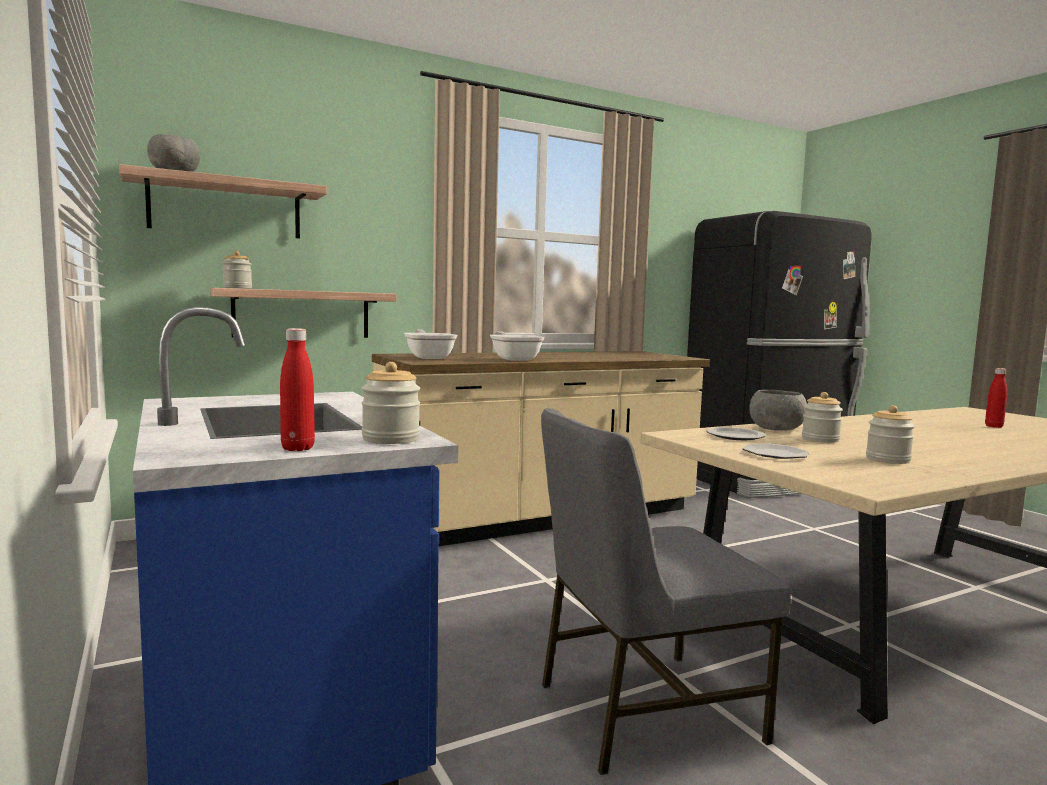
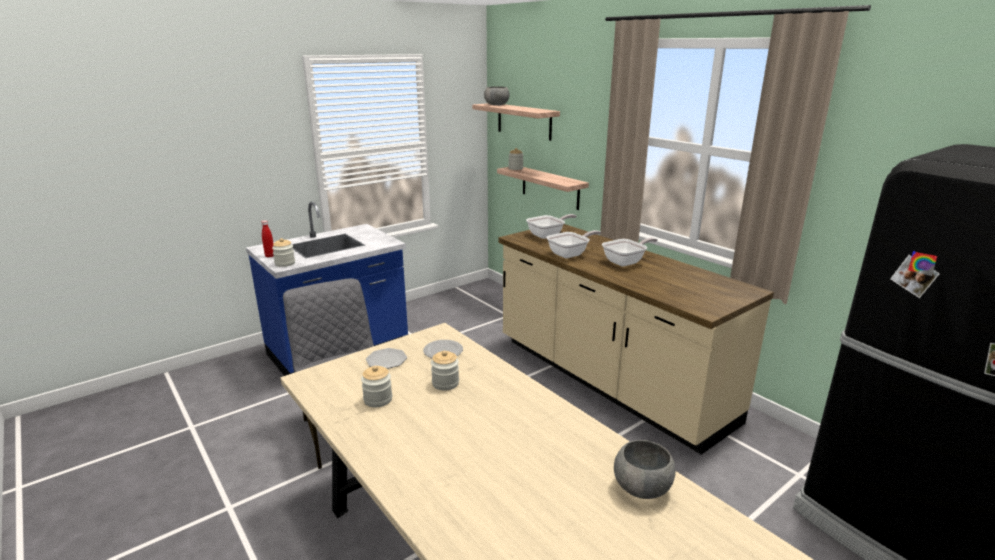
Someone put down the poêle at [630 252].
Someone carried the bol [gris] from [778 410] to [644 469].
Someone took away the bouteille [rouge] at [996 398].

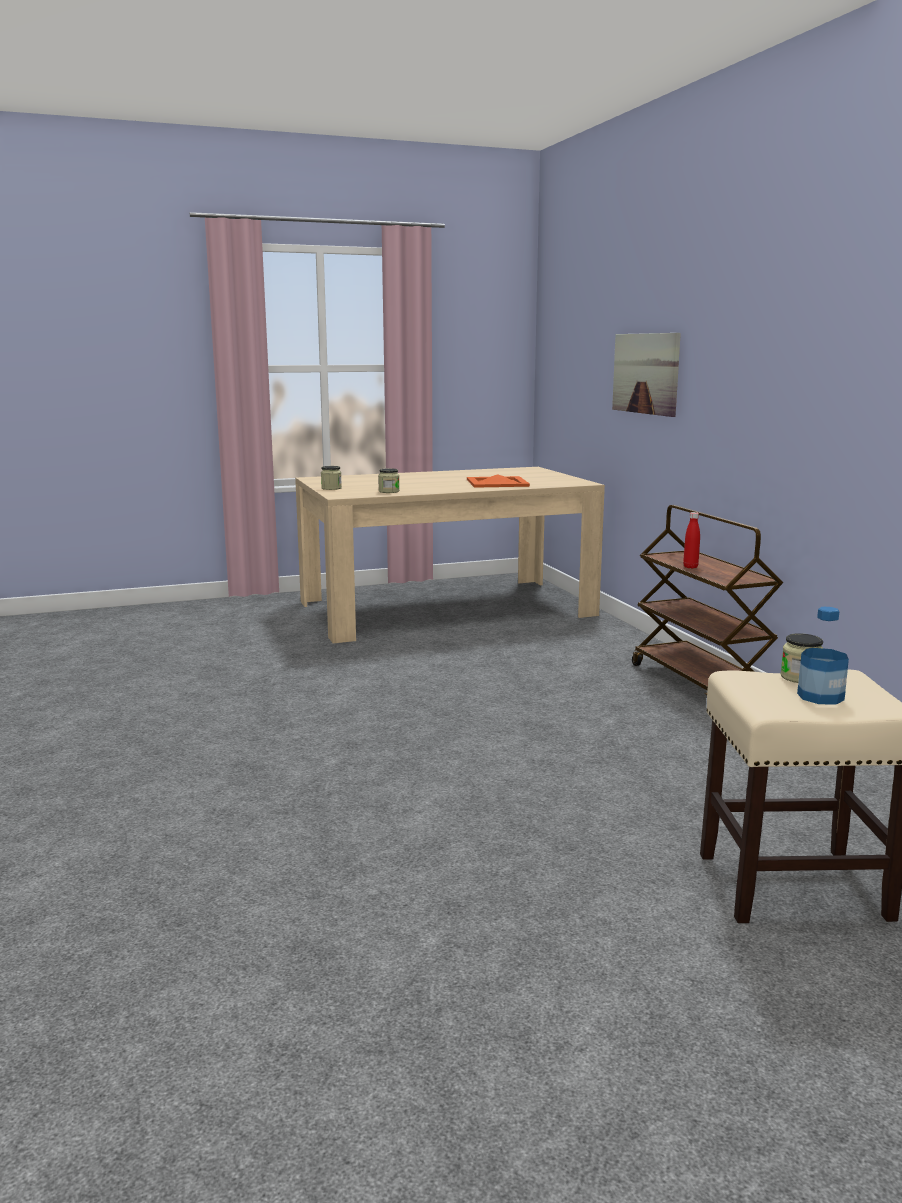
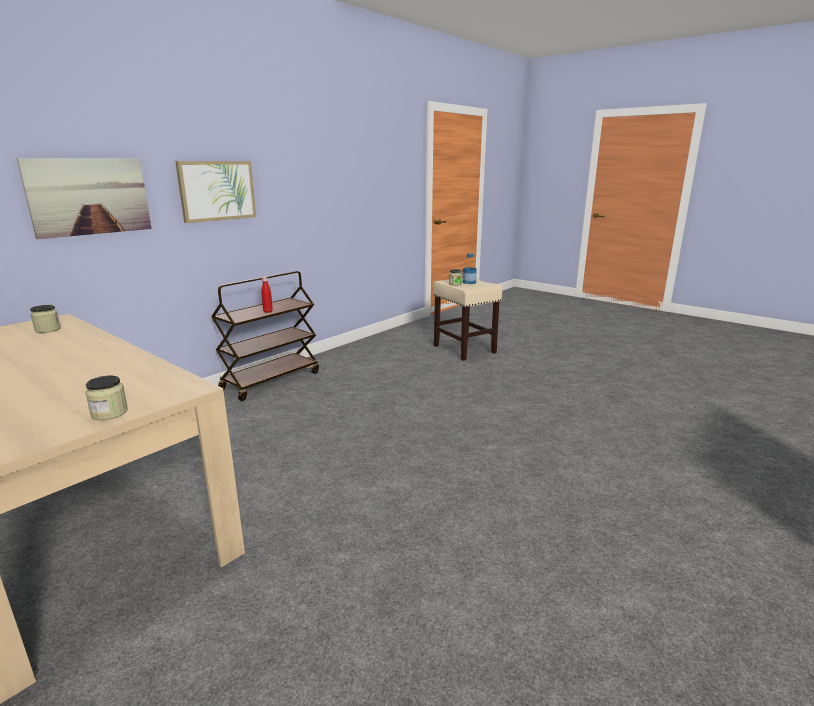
Someone carried the bocal from [388 480] to [45 319].
Someone put up the tableau at [215 192].
Someone took away the plateau [orange] at [498 481].

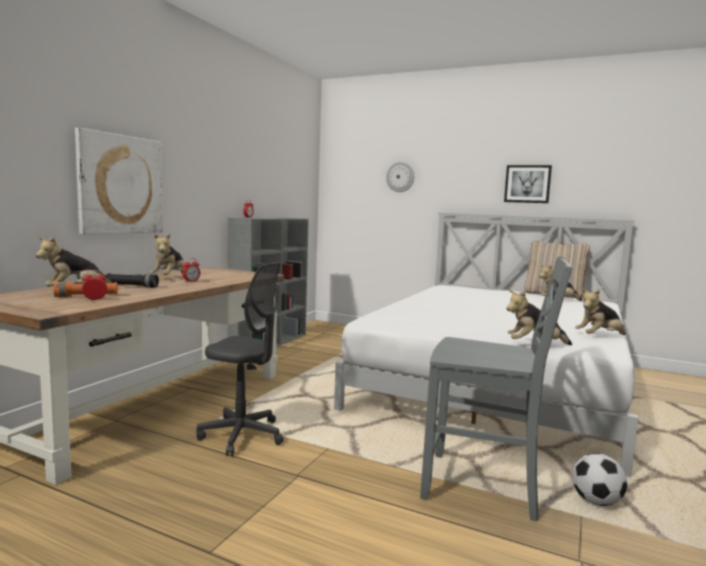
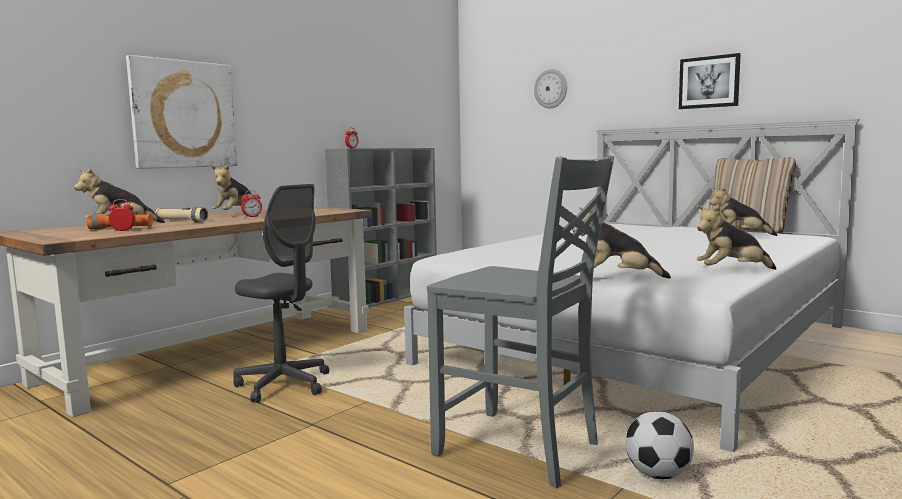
Someone repainted the lampe de poche [noir] at [132 280], which became the lampe de poche [beige] at [181 214].

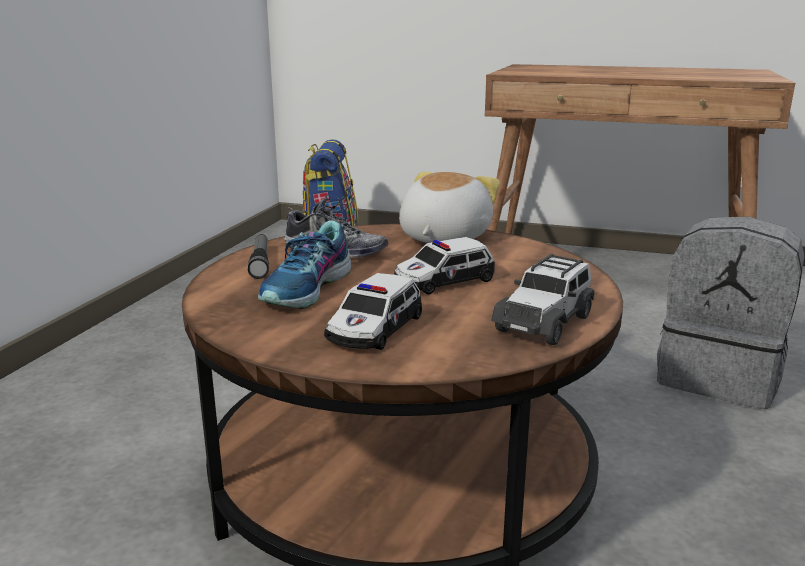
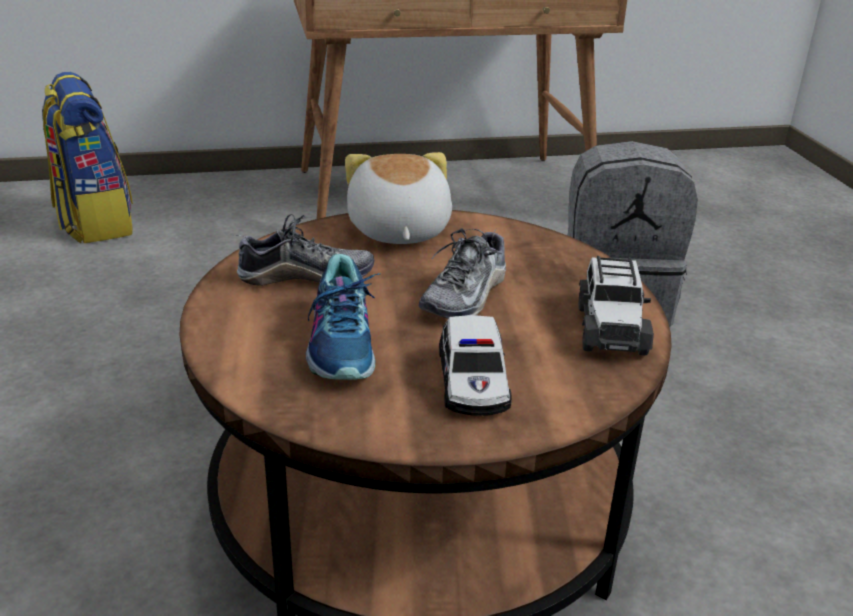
Someone swapped the petite voiture at [444 265] for the chaussure at [462 273].
Someone took away the lampe de poche at [258 256].

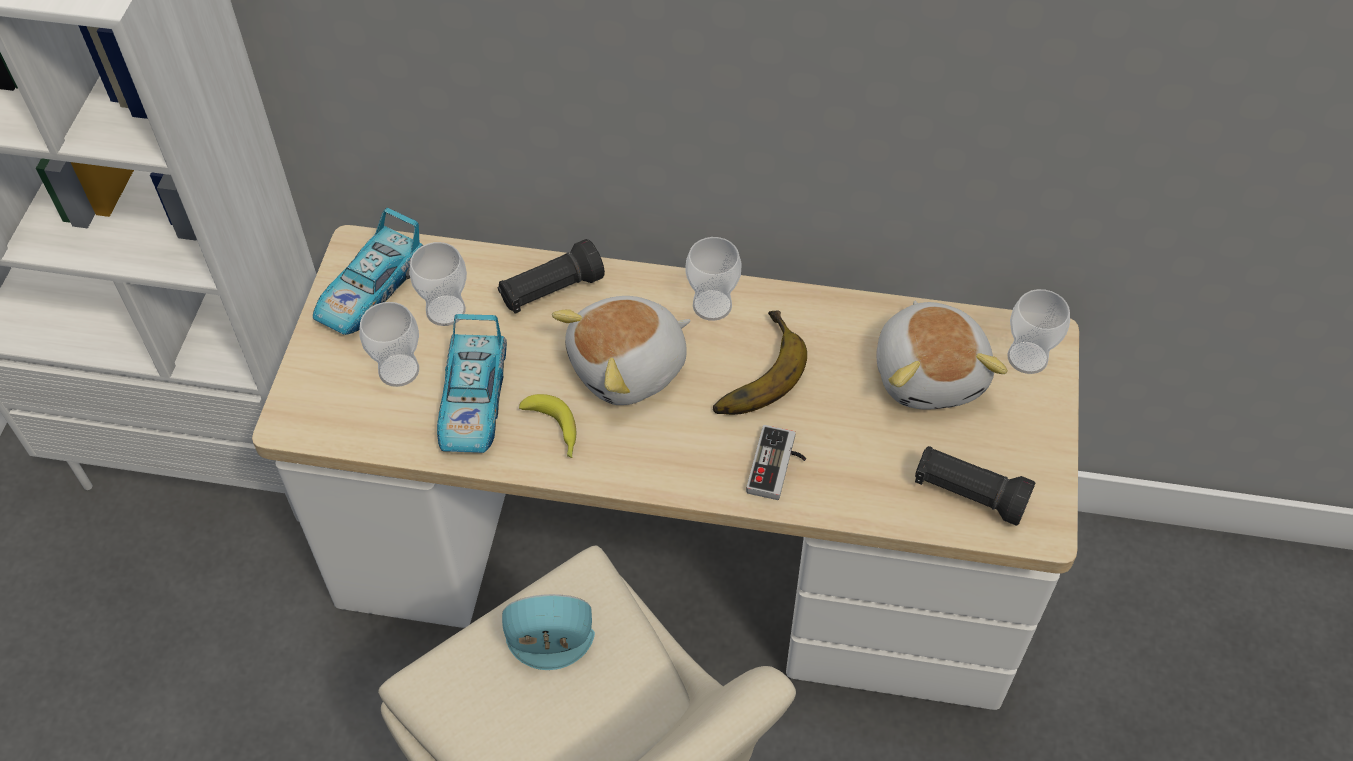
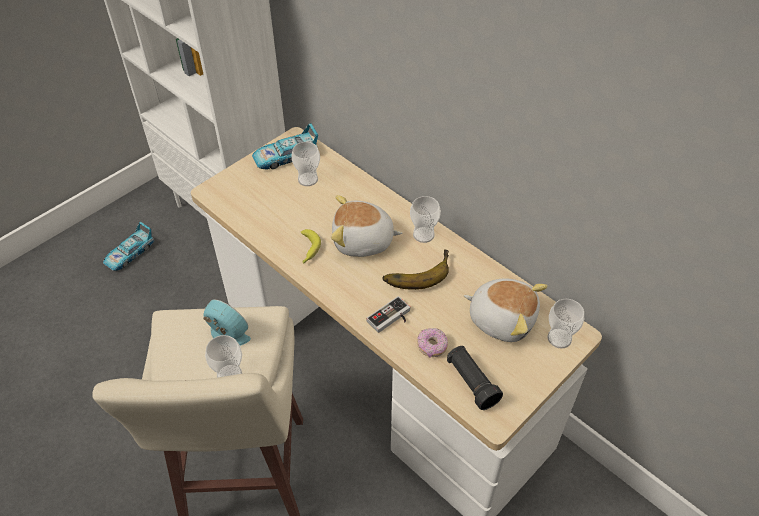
Someone carried the petite voiture from [472 383] to [128 246].
Someone carried the tasse from [389 344] to [223 356].
Someone put down the beignet at [432 342].
Someone rotated the peluche at [942 355] by 90 degrees counterclockwise.
Someone took away the lampe de poche [noir] at [551 276].

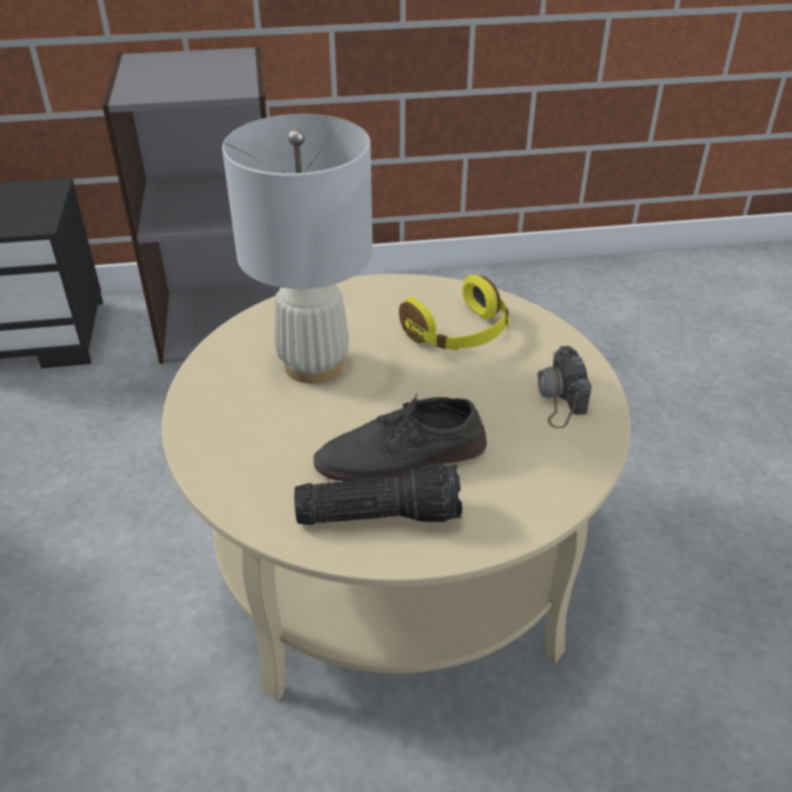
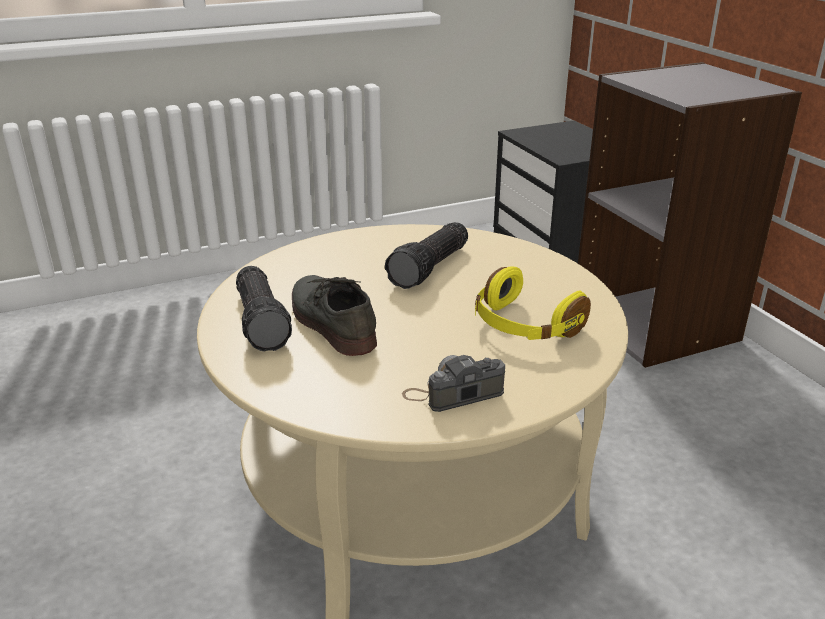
Someone swapped the lampe de table [blanc] at [297 249] for the lampe de poche at [426 255].

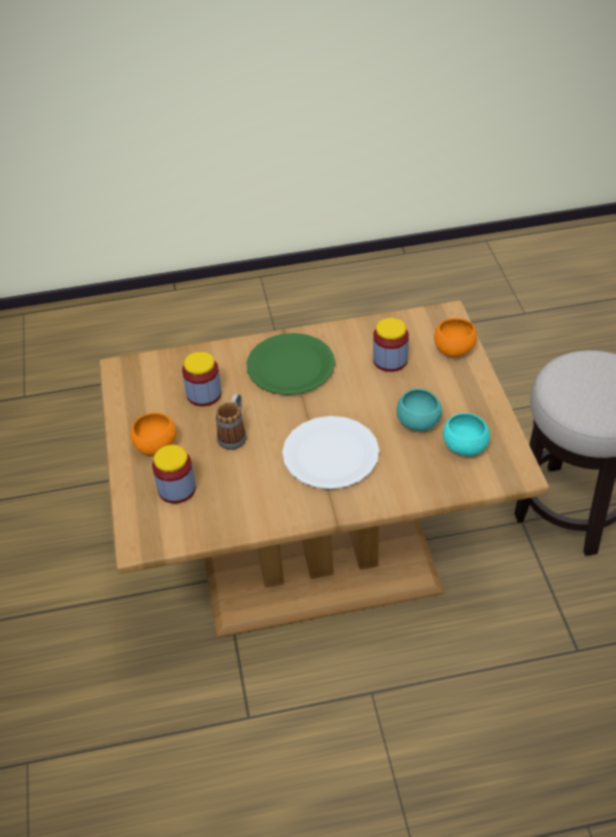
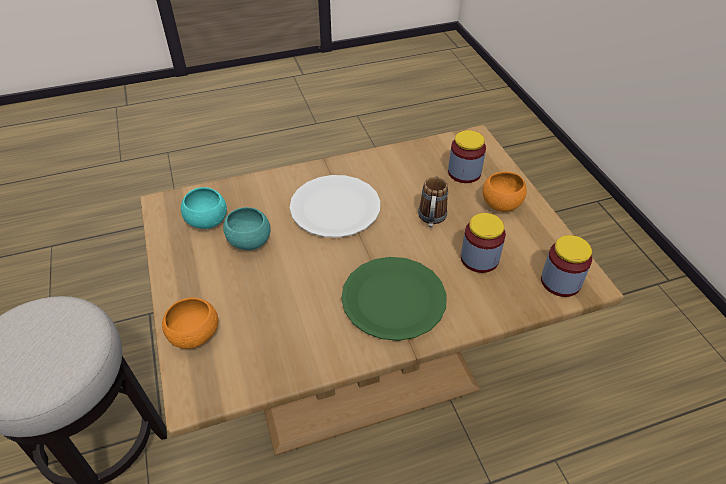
Someone carried the bocal from [391 345] to [566 266].

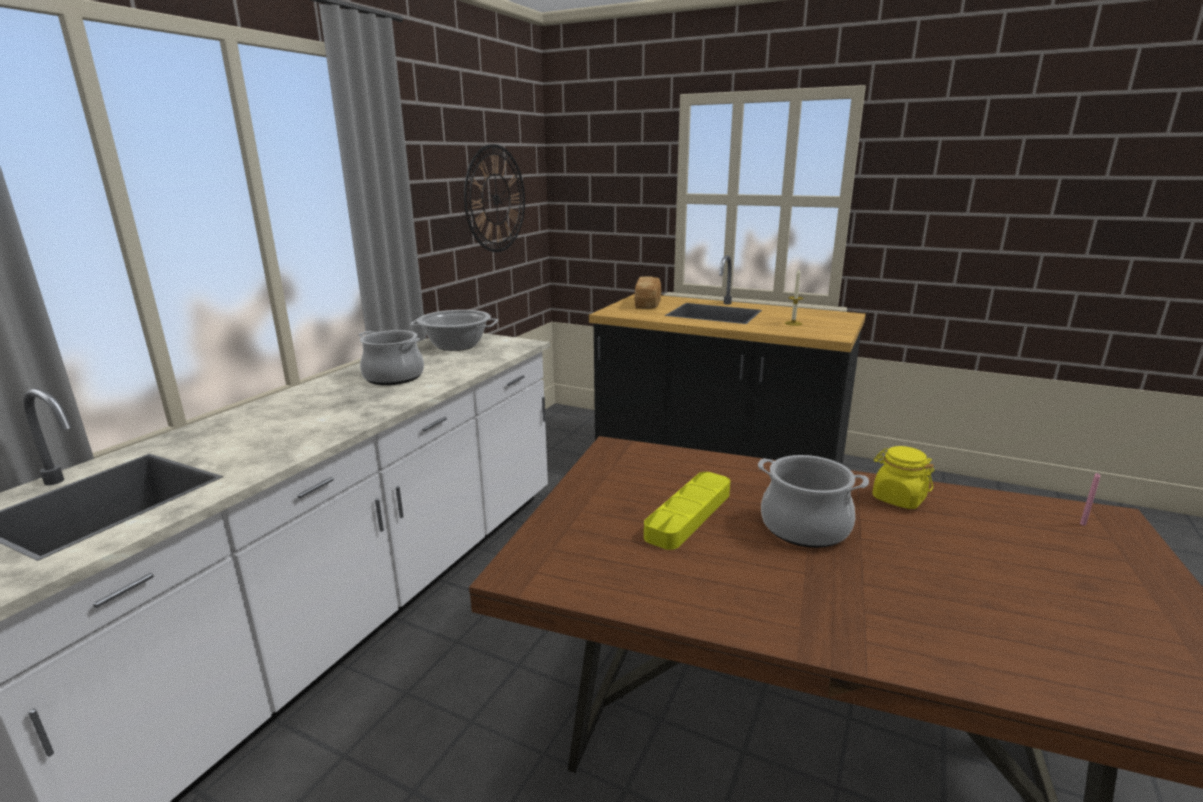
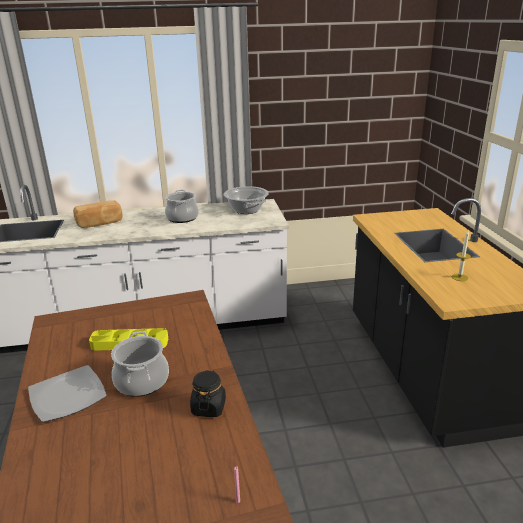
Someone put down the assiette at [67 393].
Someone carried the pain from [647 292] to [98 214].
Someone repainted the bocal [jaune] at [903 477], which became the bocal [noir] at [208 393].
Someone took away the horloge murale at [494 198].

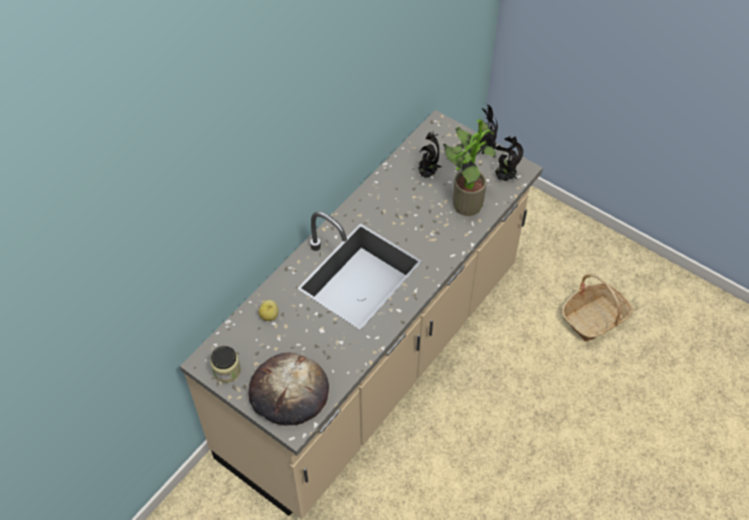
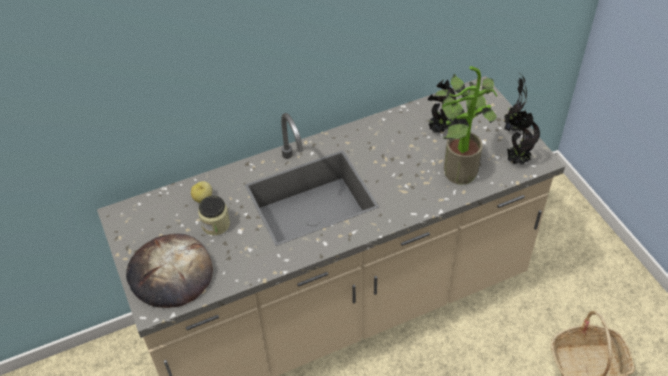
Someone carried the bocal from [225 364] to [214 215].

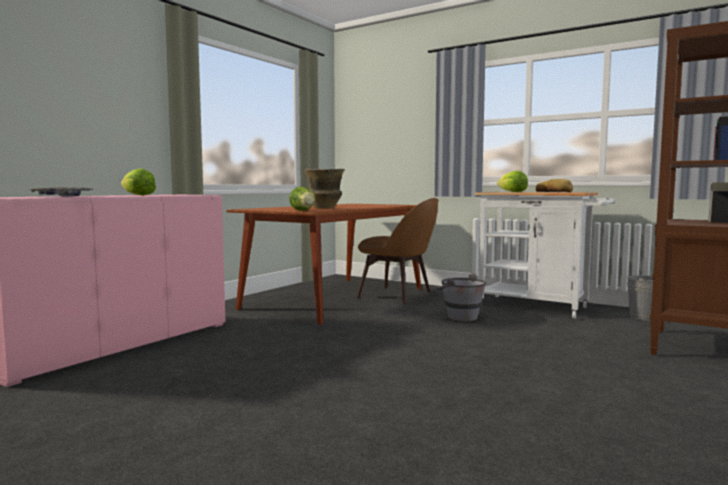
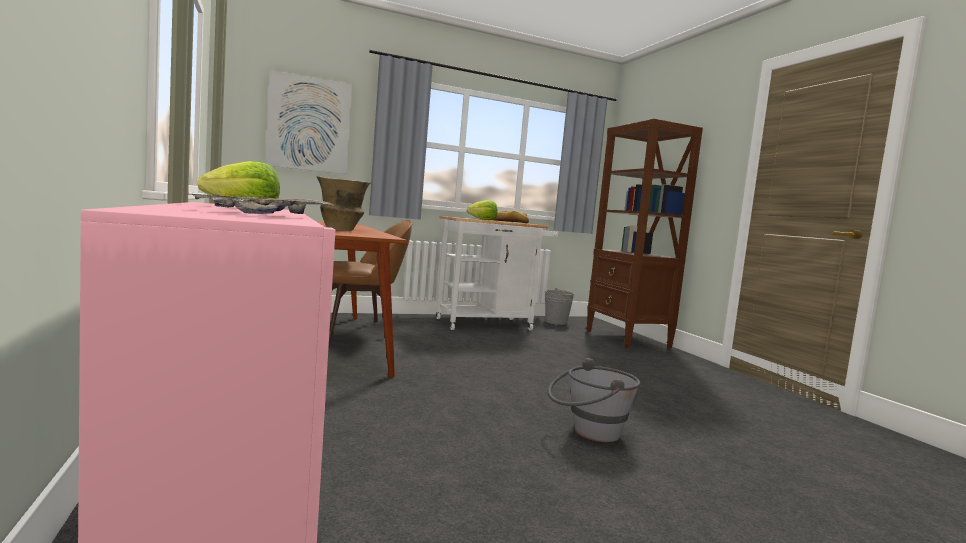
Someone put up the tableau at [309 122].
Someone carried the seau [gris] from [458 297] to [594 400].
Someone took away the laitue at [302 199].

